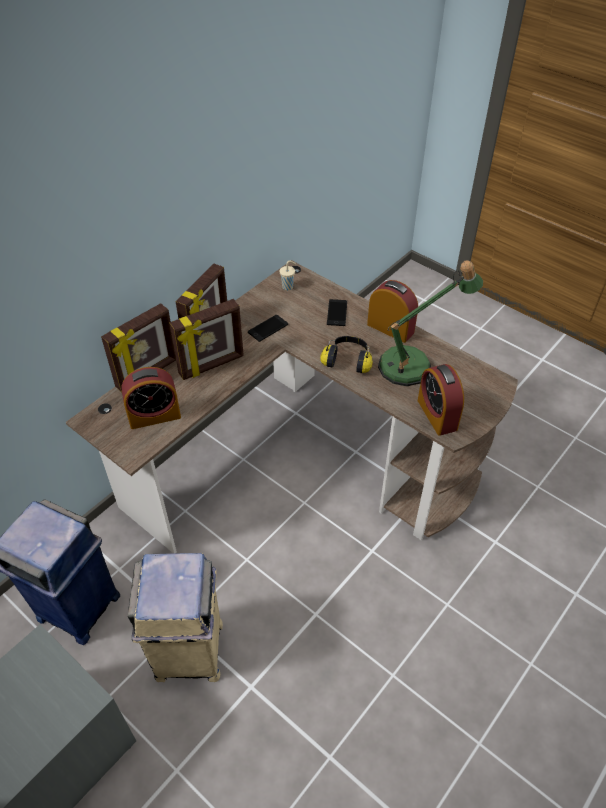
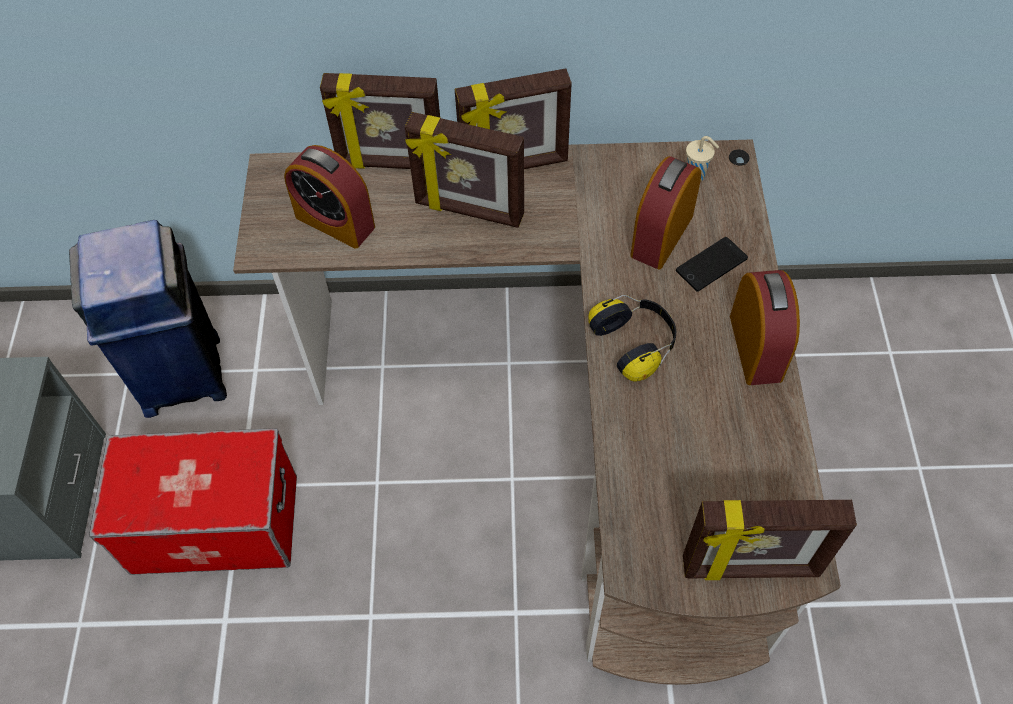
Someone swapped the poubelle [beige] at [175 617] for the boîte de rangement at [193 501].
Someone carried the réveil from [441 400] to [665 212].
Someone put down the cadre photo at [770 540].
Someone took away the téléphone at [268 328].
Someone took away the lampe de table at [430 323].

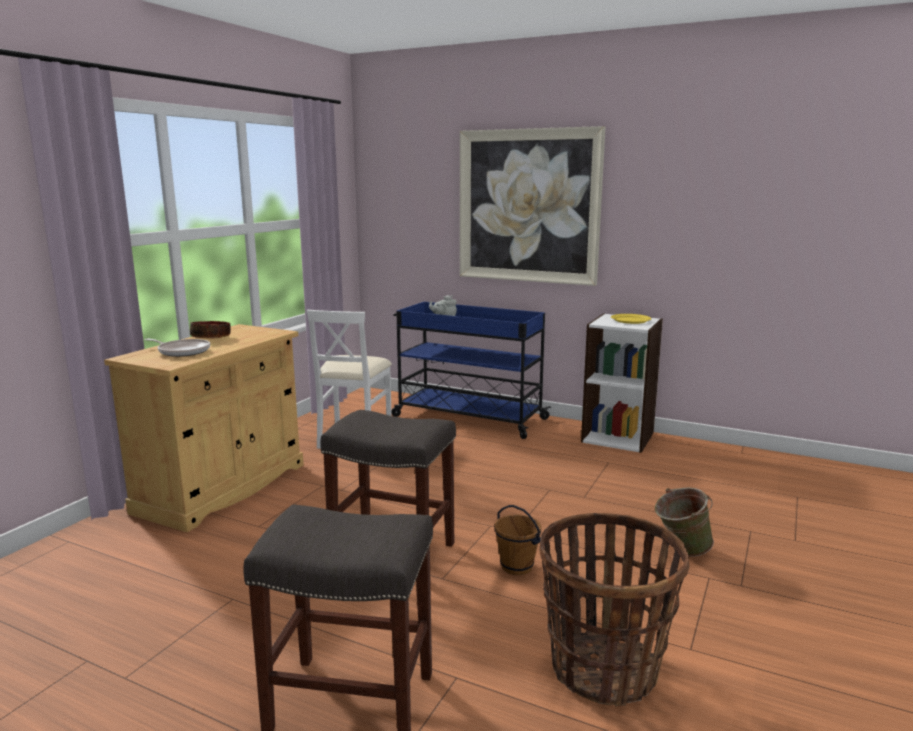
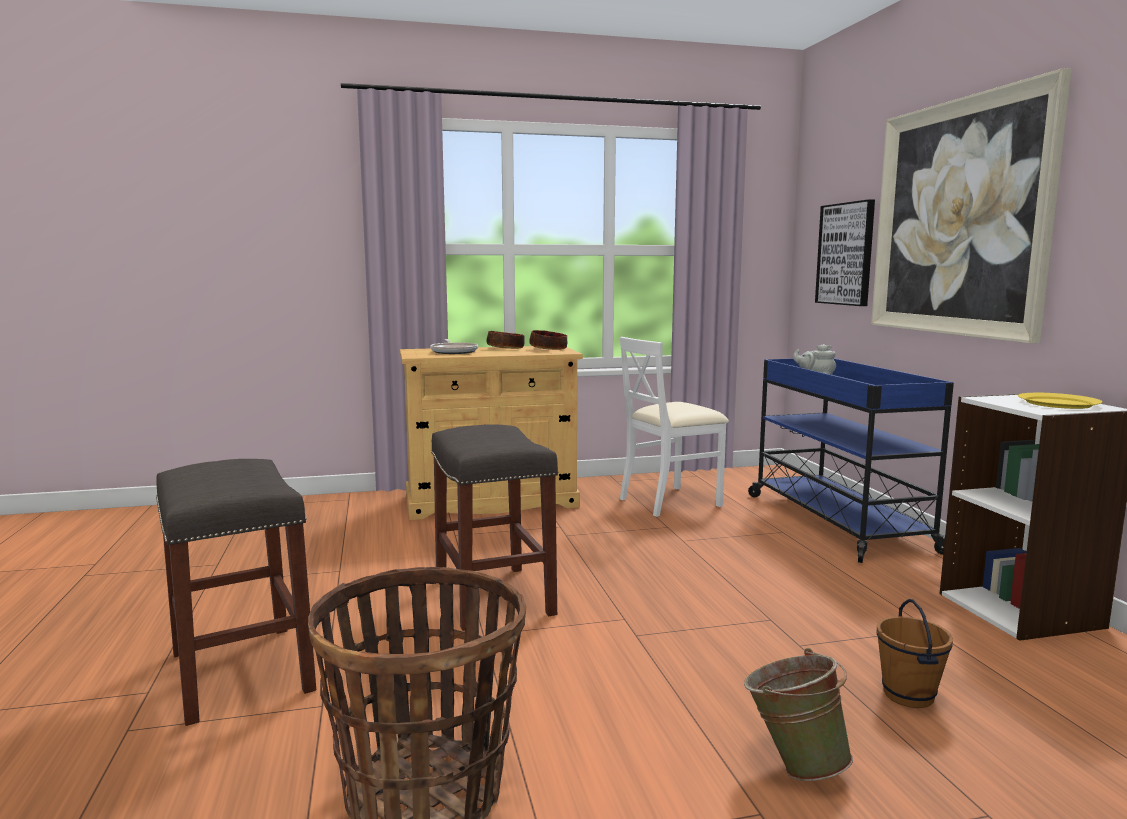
Someone put down the bol at [548 340].
Someone put up the tableau at [845 252].
Someone carried the seau [marron] from [517 540] to [914 653].

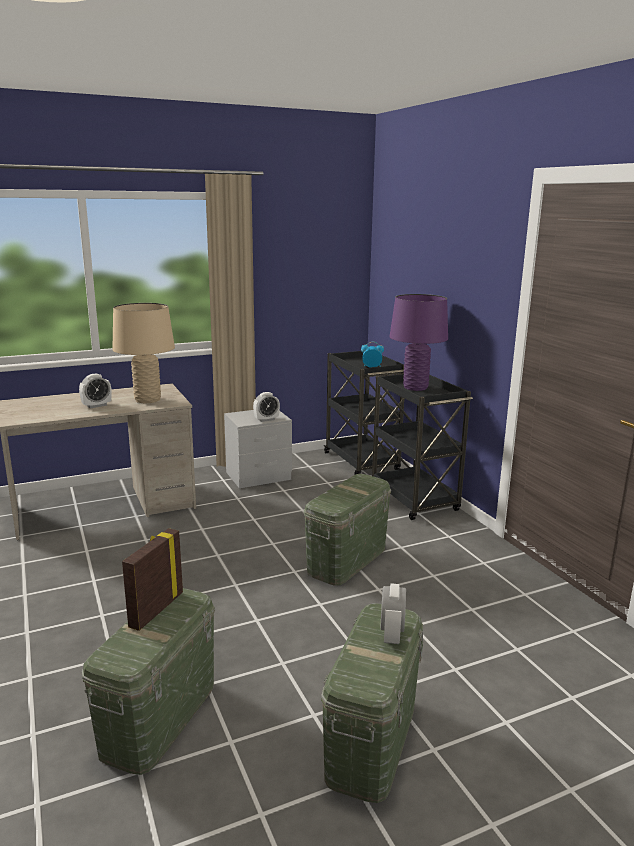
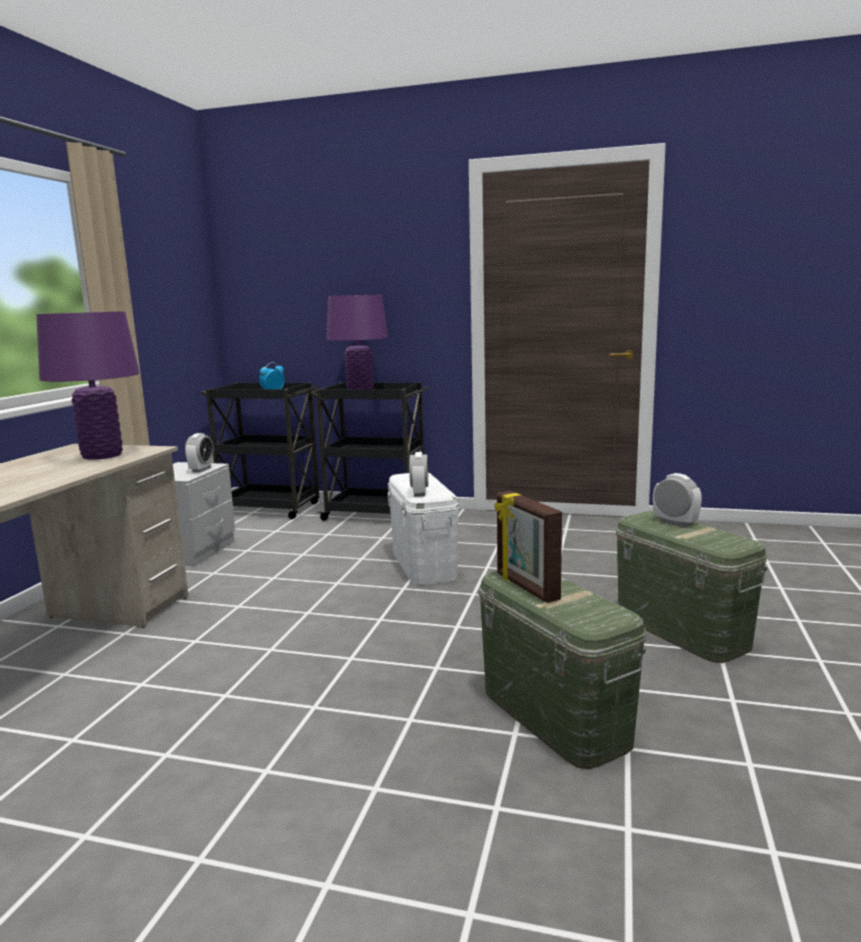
Someone repainted the lampe de table [beige] at [143 353], which became the lampe de table [violet] at [88 385].
Someone repainted the boîte de rangement [vert] at [347 530], which became the boîte de rangement [blanc] at [423 529].
Someone carried the réveil from [95 391] to [418 474].

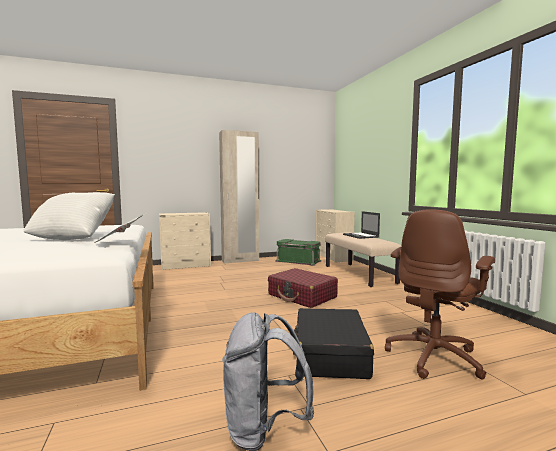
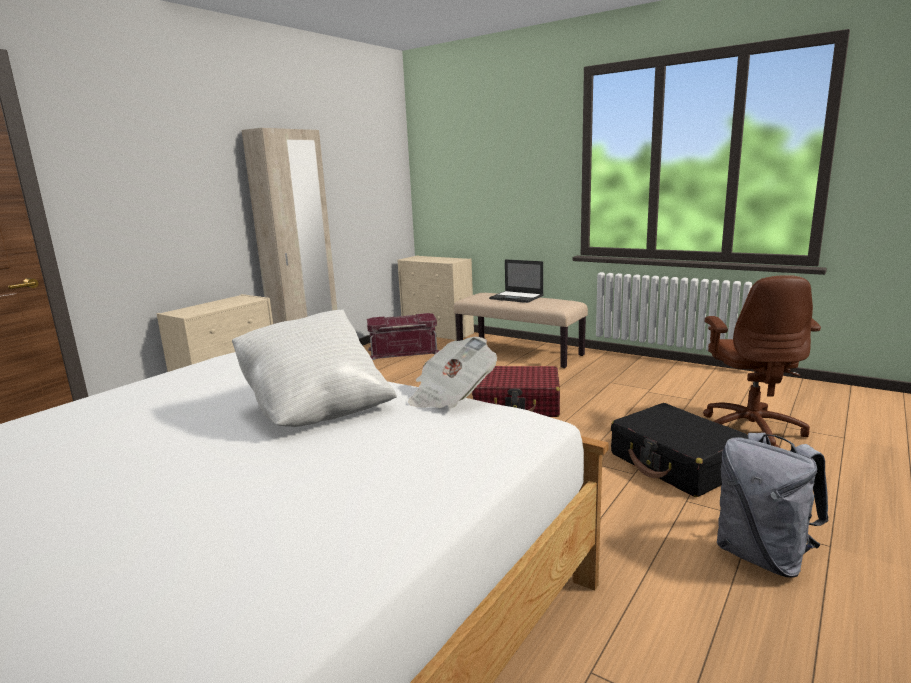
Someone repainted the boîte de rangement [vert] at [298 252], which became the boîte de rangement [rouge] at [403 336].

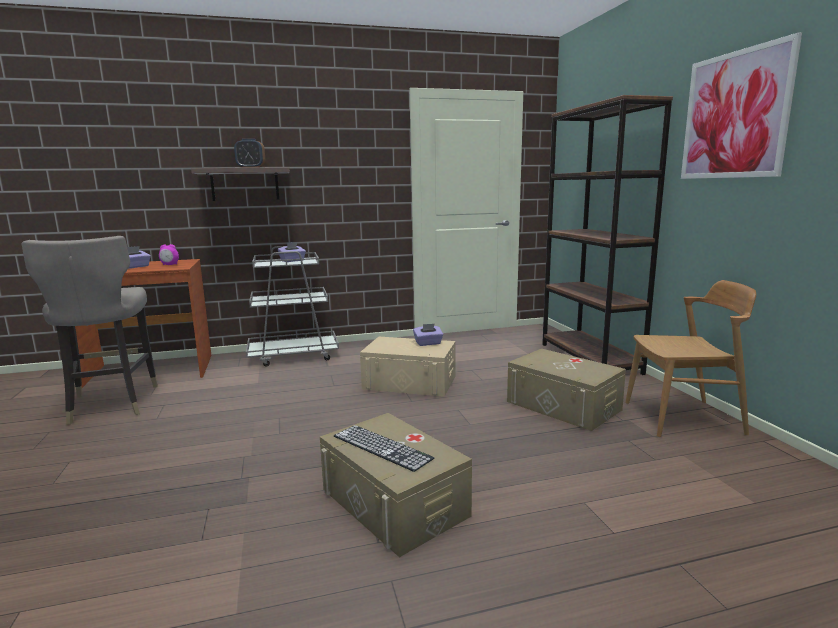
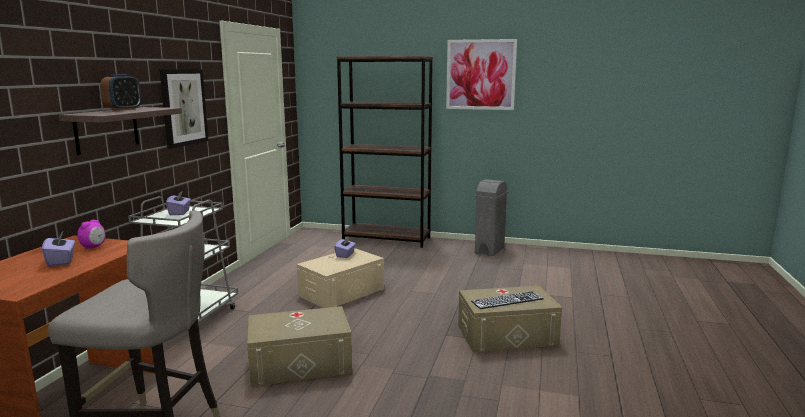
Someone put up the tableau at [184 109].
Someone carried the boîte de rangement [beige] from [566 390] to [299 346].
Someone swapped the chaise [marron] at [690 358] for the poubelle [gris] at [491 217].

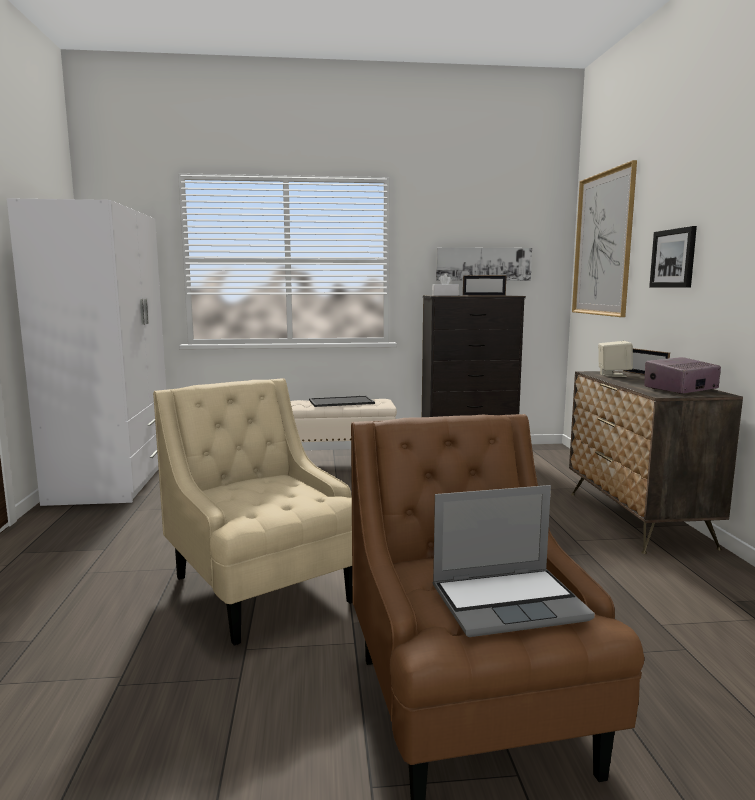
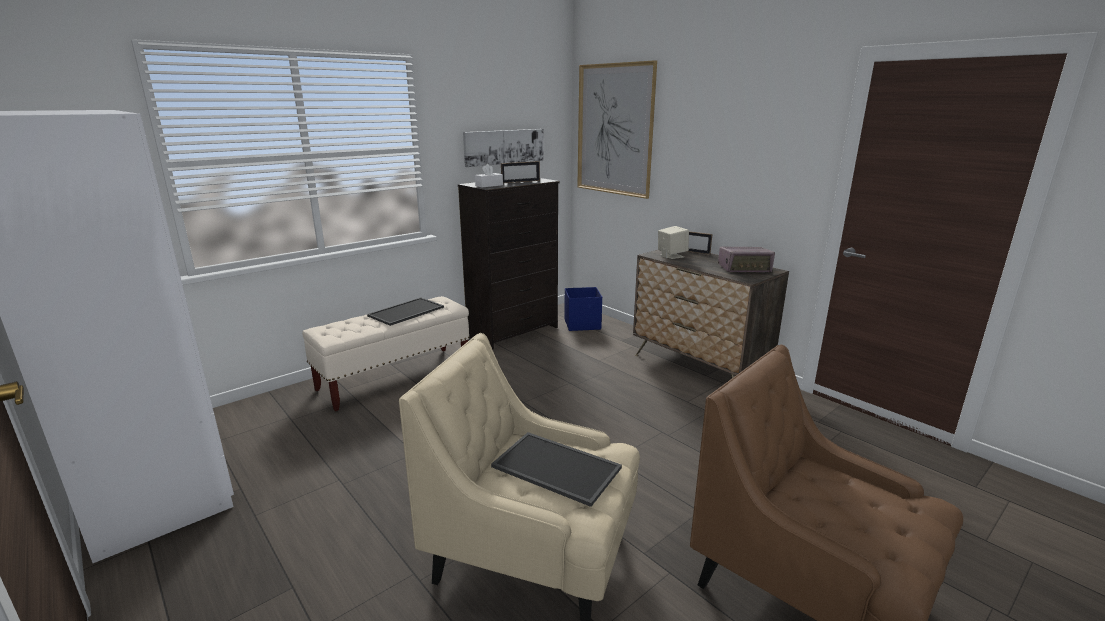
Someone put down the plateau at [556 469].
Someone put down the boîte de rangement [bleu] at [583 309].
Someone rotated the radio at [682 375] by 120 degrees counterclockwise.
Someone took away the ordinateur portable at [514 561].
Someone took away the tableau at [673 257].

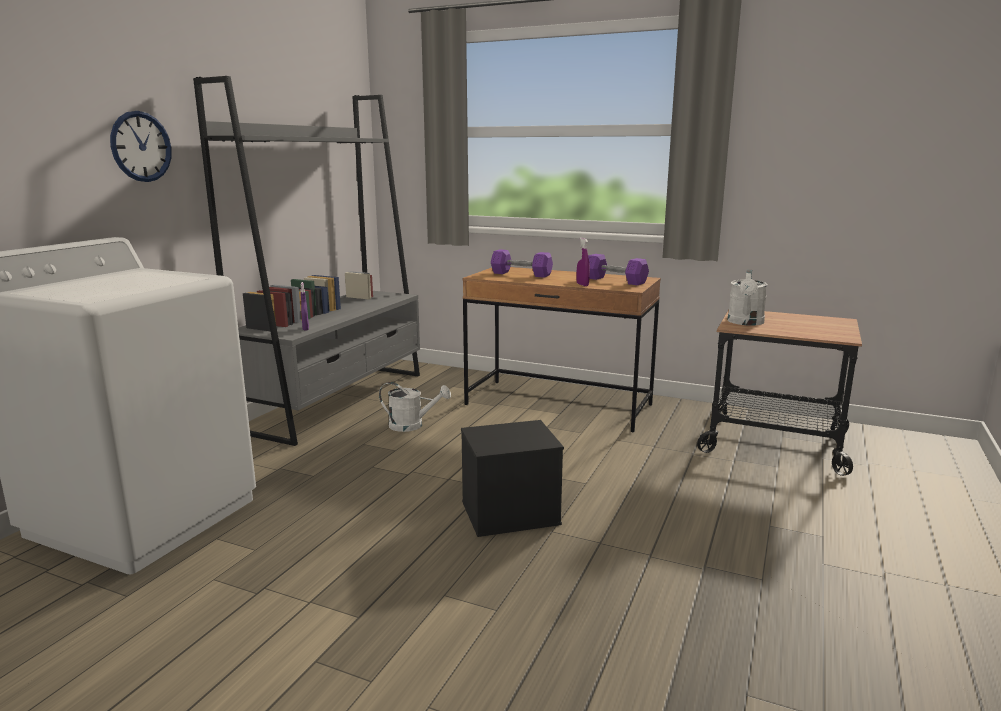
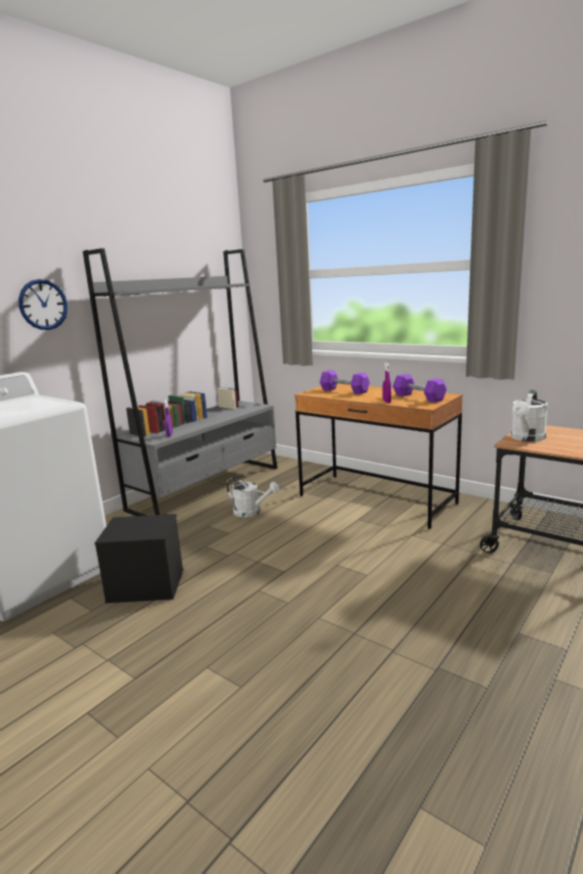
Someone carried the boîte de rangement [noir] from [512 478] to [139 558].

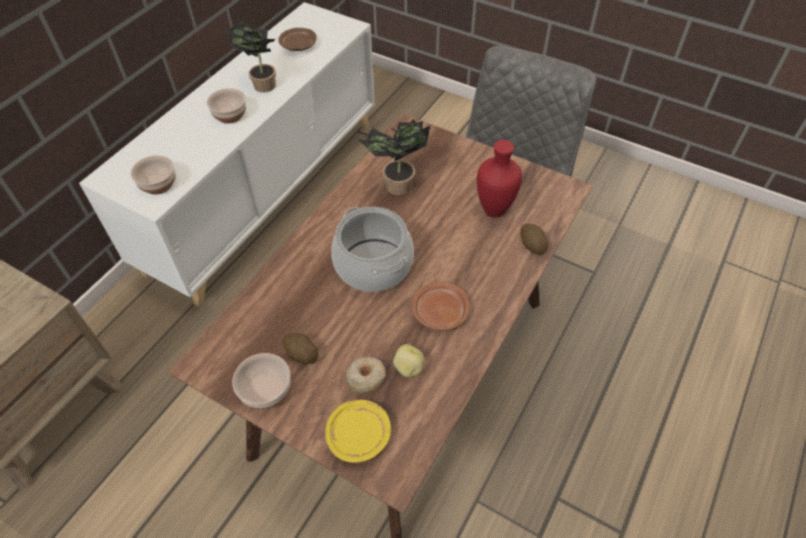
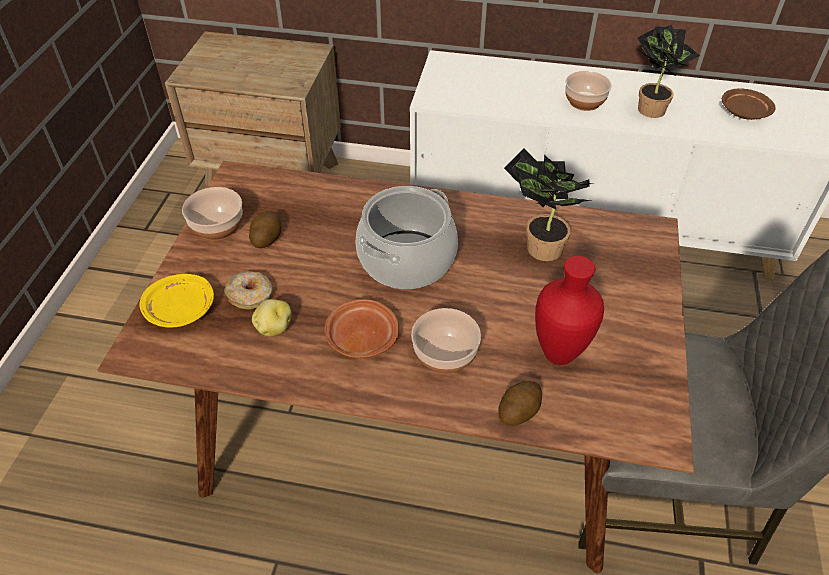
Someone carried the bol from [153 175] to [446 341].

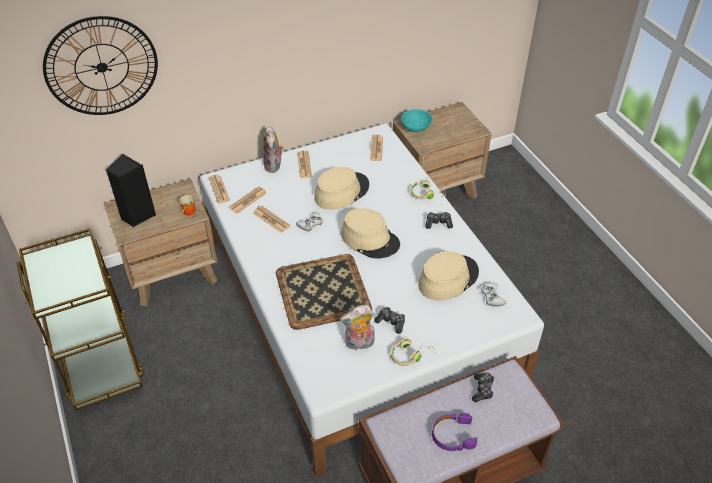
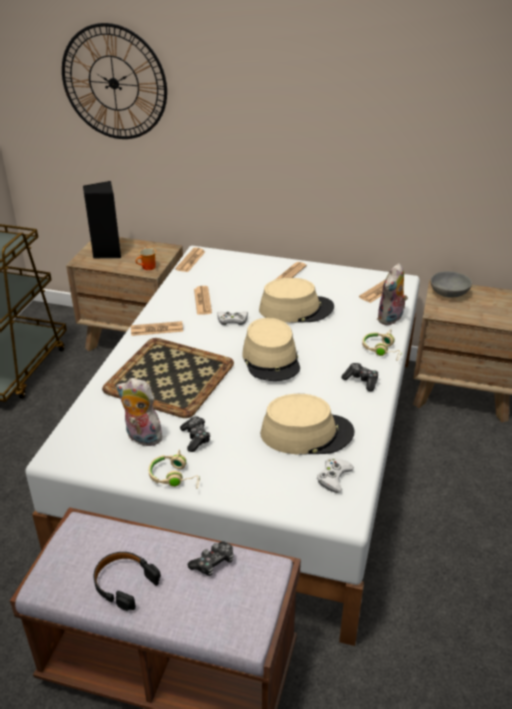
Someone repainted the casque audio [violet] at [454 432], which became the casque audio [noir] at [127 581].
Someone carried the journal from [247 200] to [157 328].
Someone carried the peluche from [273 149] to [392 294].
Someone repainted the bol [turquoise] at [416 120], which became the bol [gris] at [451 284].

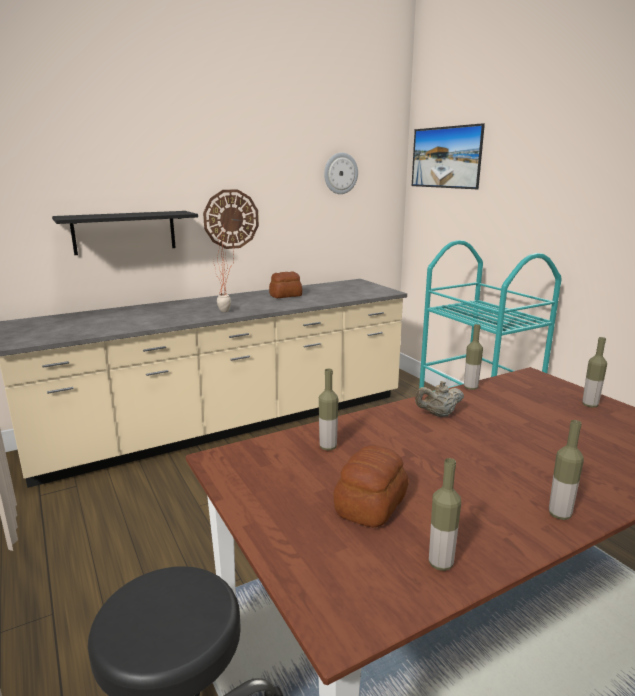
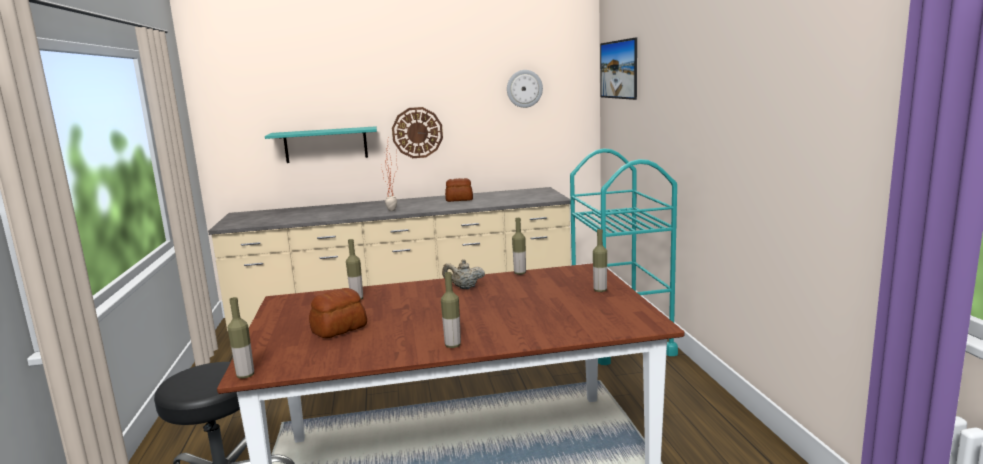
Someone carried the bouteille from [445 514] to [241 338].
Someone repainted the étagère [noir] at [125 233], which became the étagère [turquoise] at [321 144].

